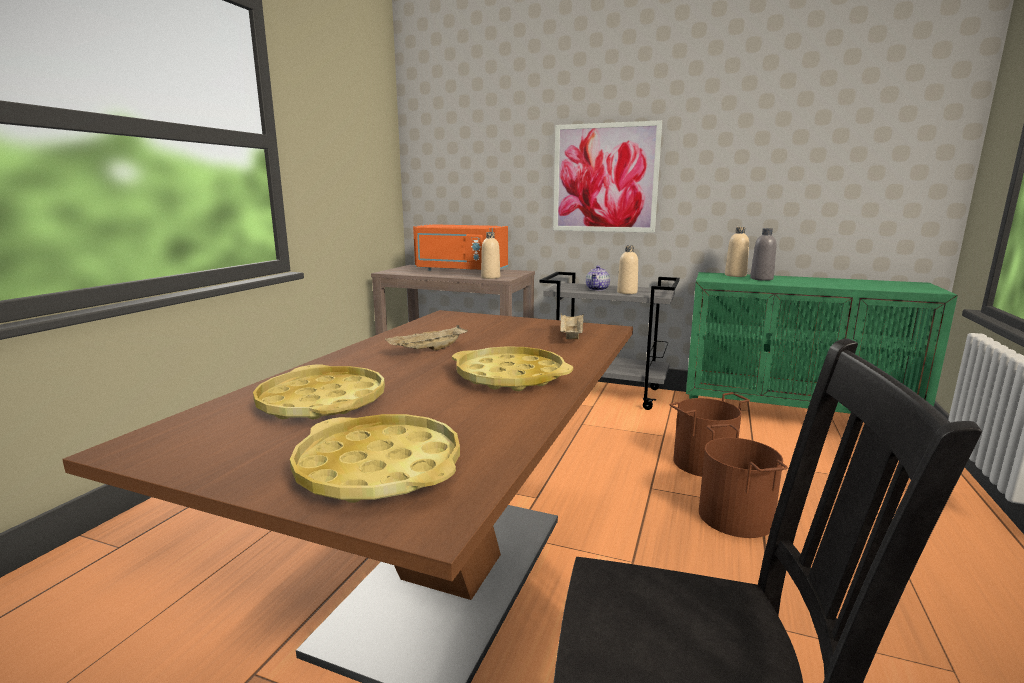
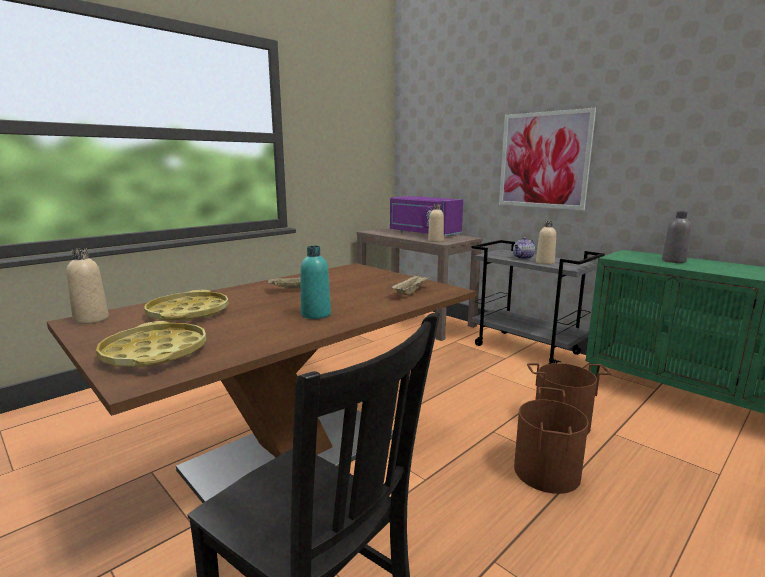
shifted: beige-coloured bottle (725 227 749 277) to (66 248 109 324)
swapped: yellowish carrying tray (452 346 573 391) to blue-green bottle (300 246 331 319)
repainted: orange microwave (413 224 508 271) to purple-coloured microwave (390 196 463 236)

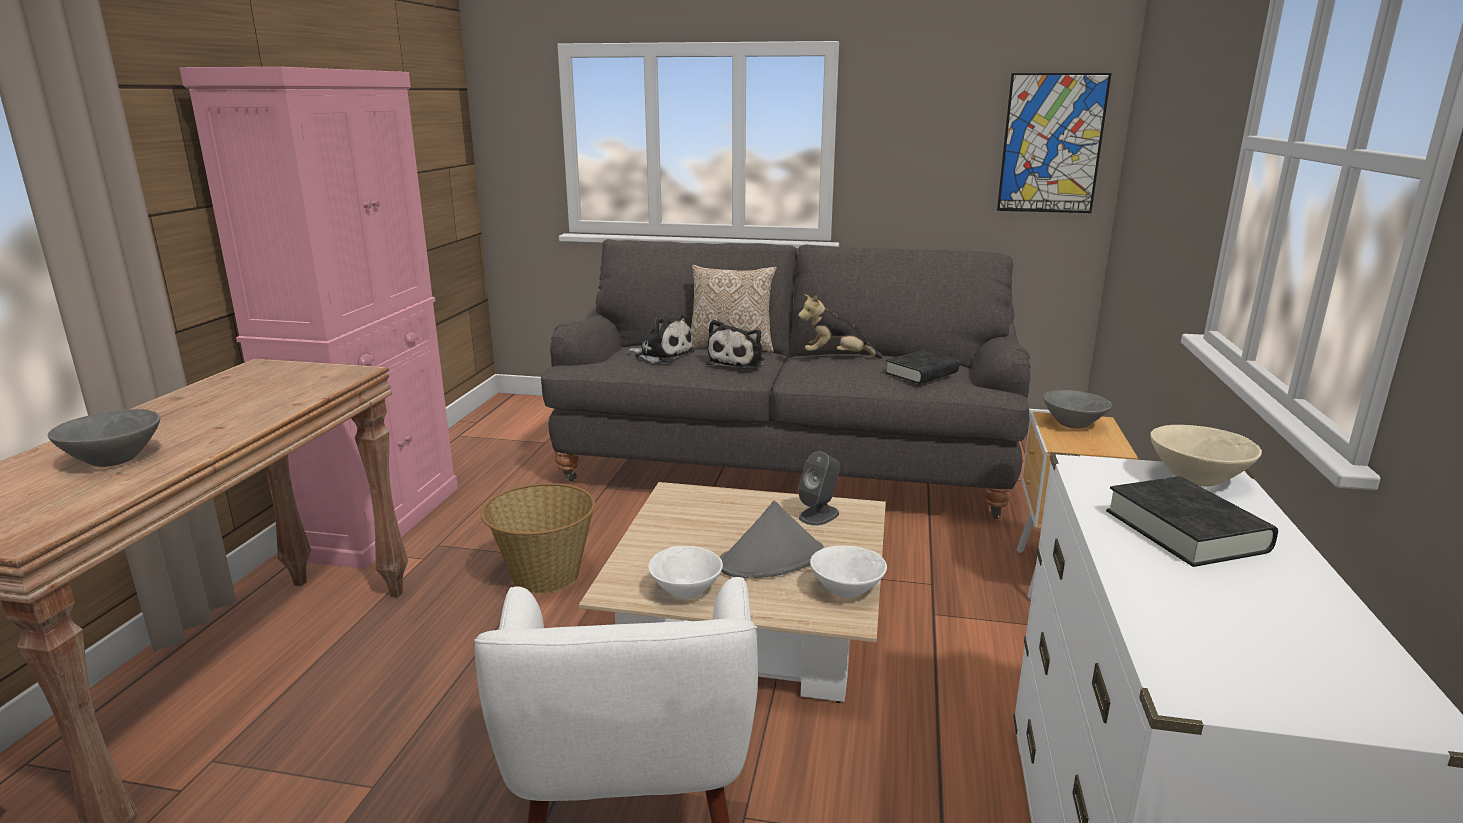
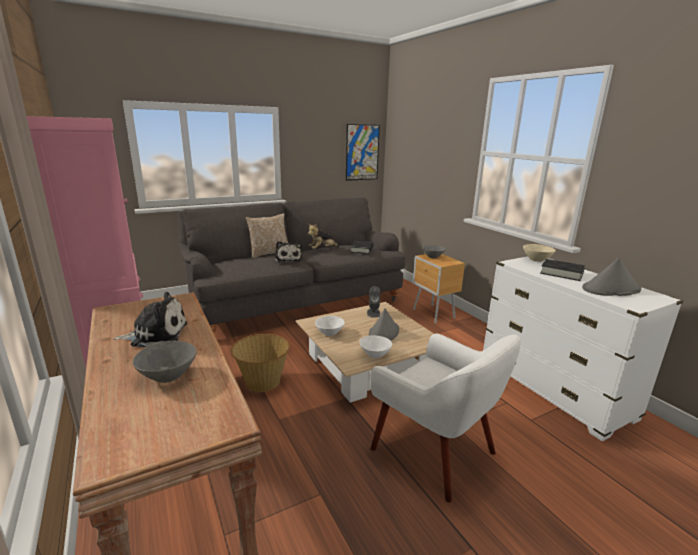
new: greyish clothing hat (582 258 642 296)
shifted: soft toy (628 315 695 363) to (113 292 187 347); white deep dish (810 546 887 598) to (315 316 345 336)

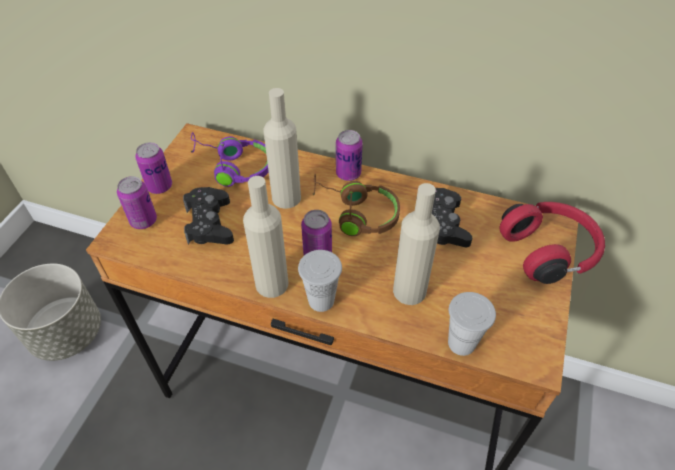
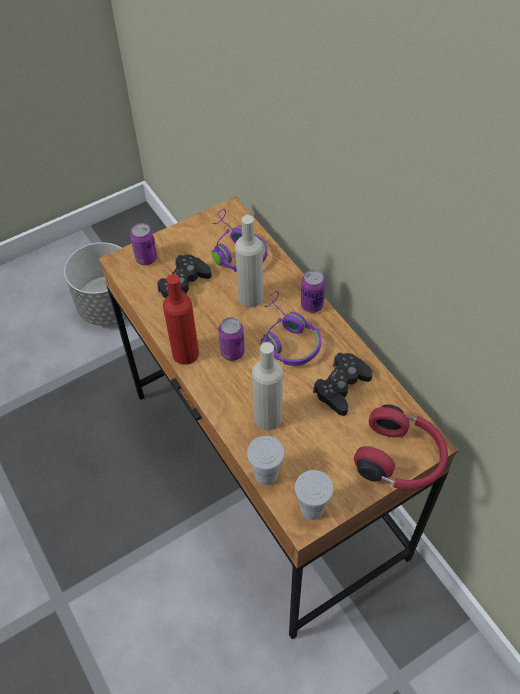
gone: sealed can (135 142 172 194)
shifted: white small cup (298 250 342 312) to (295 470 334 520)
repainted: beige-coloured bottle (243 176 288 298) to red-coloured bottle (163 274 199 365); brownish pair of headphones (312 174 400 236) to purple-coloured pair of headphones (260 291 321 366)

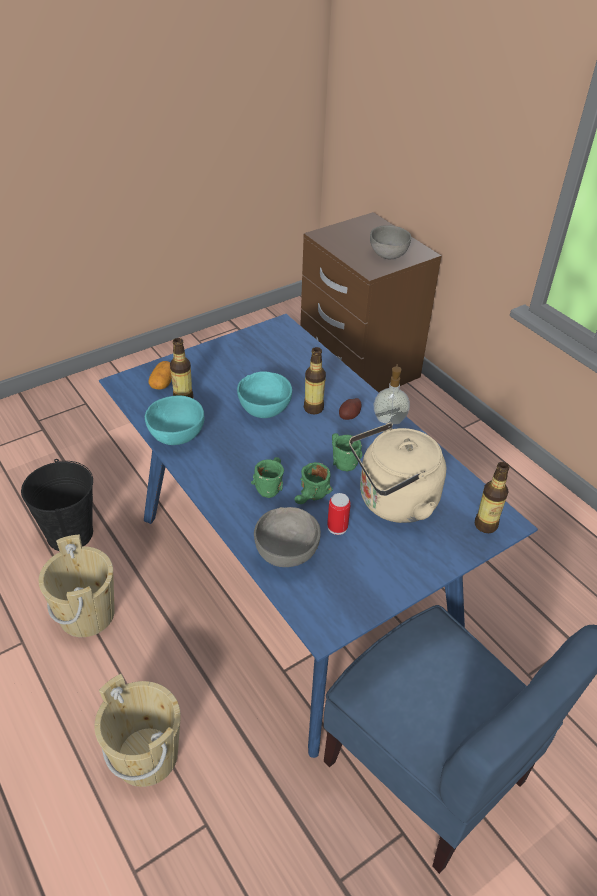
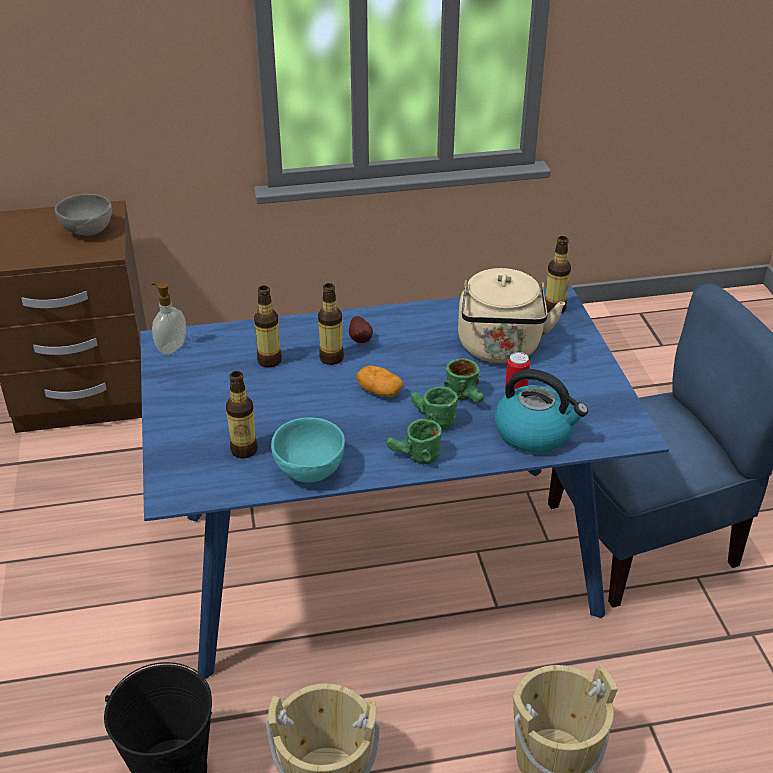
gone: blue-green deep dish (237 371 292 418)
new: bottle (254 286 282 367)
shifted: spud (149 361 172 390) to (356 366 403 397); green tea mug (332 433 362 471) to (386 419 442 464); liquid soap bottle (374 364 410 424) to (151 282 186 354)
swapped: greyish deep dish (254 507 321 567) to kettle (495 369 588 453)

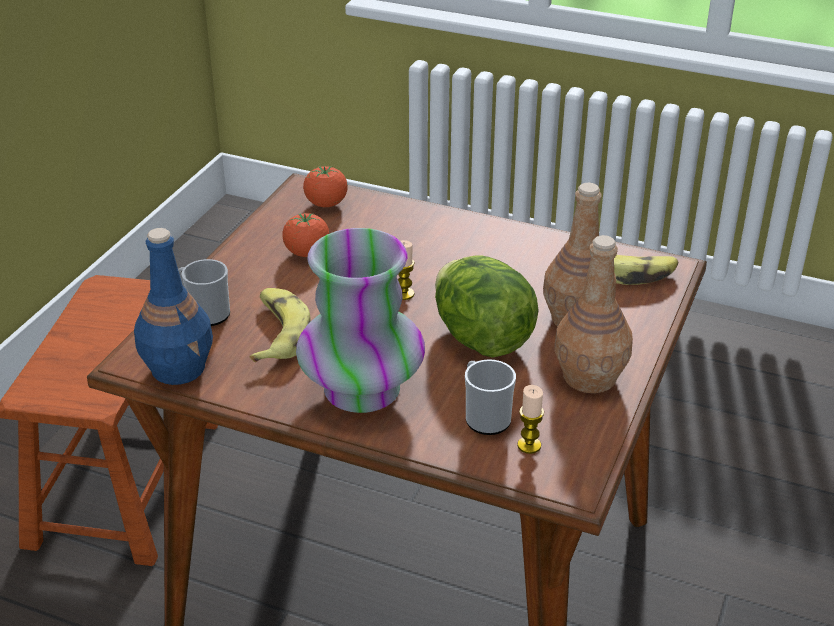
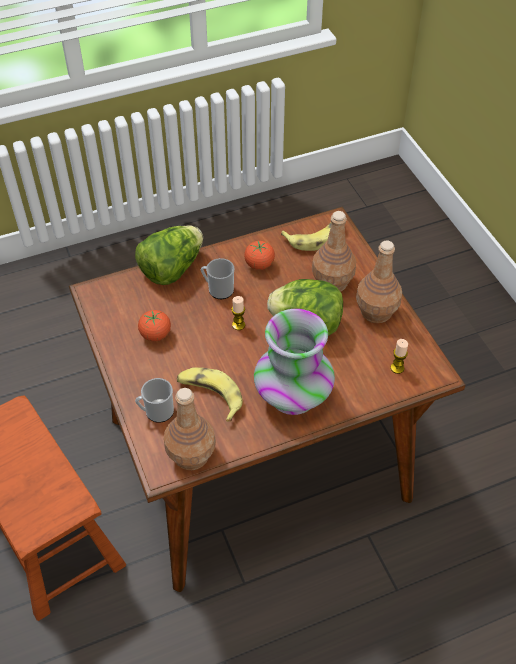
new: lettuce (135 225 203 285)
shifted: whole tomato (303 166 348 207) to (244 241 275 270); tea mug (465 359 516 435) to (201 258 235 299)
repainted: blue-coloured bottle (134 228 213 385) to brownish bottle (164 388 216 470)

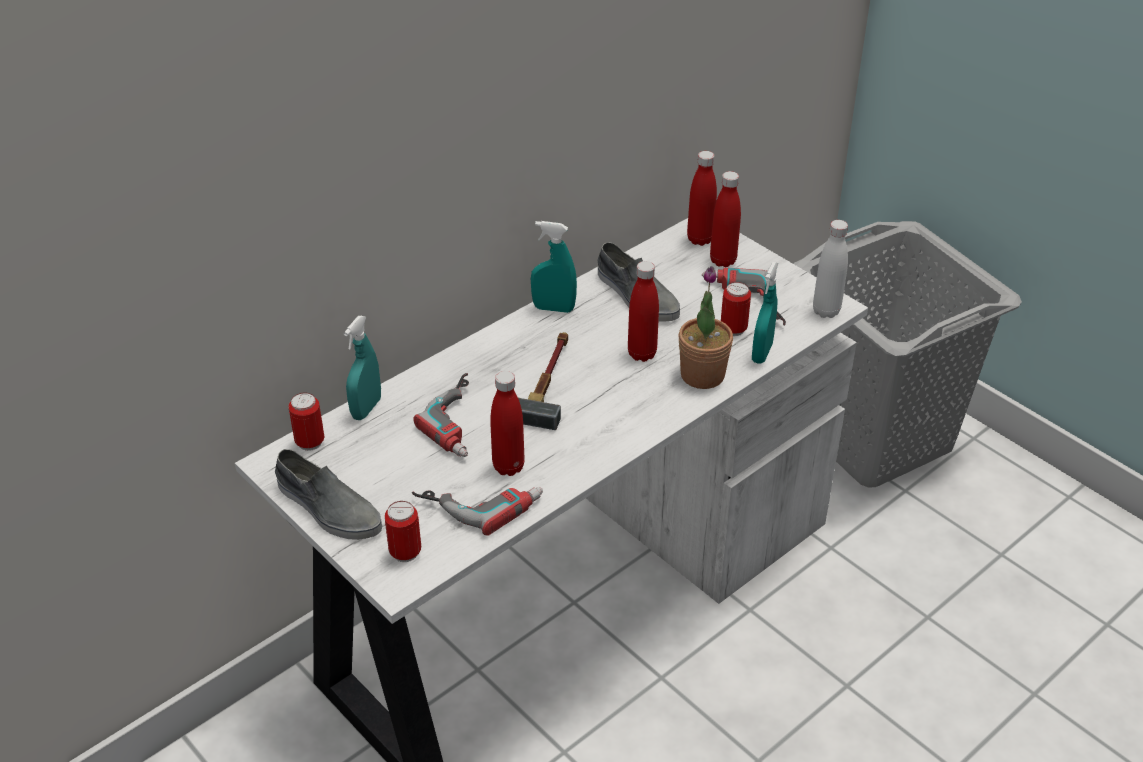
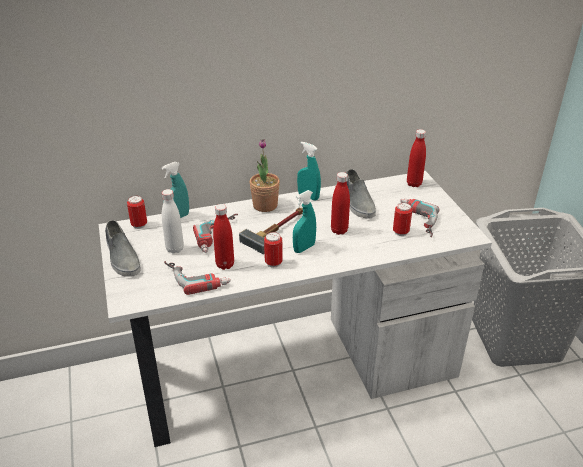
gone: red-coloured bottle (710 171 741 267)
shifted: sealed can (385 501 421 562) to (264 232 283 268); potted plant (678 266 733 389) to (250 139 280 212); blue-green spray bottle (752 262 778 364) to (293 190 316 253); white bottle (813 220 848 318) to (162 189 184 254)

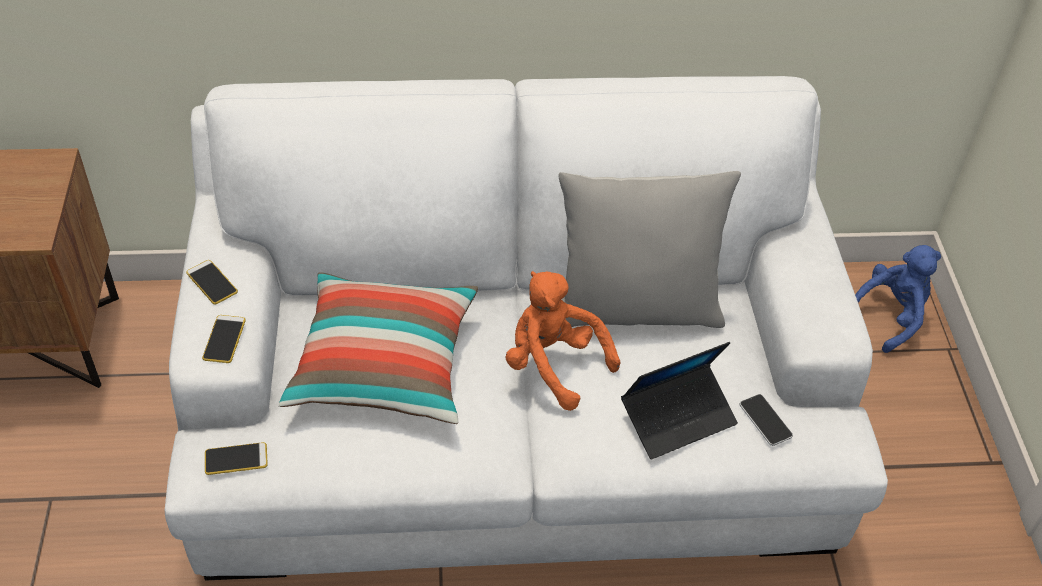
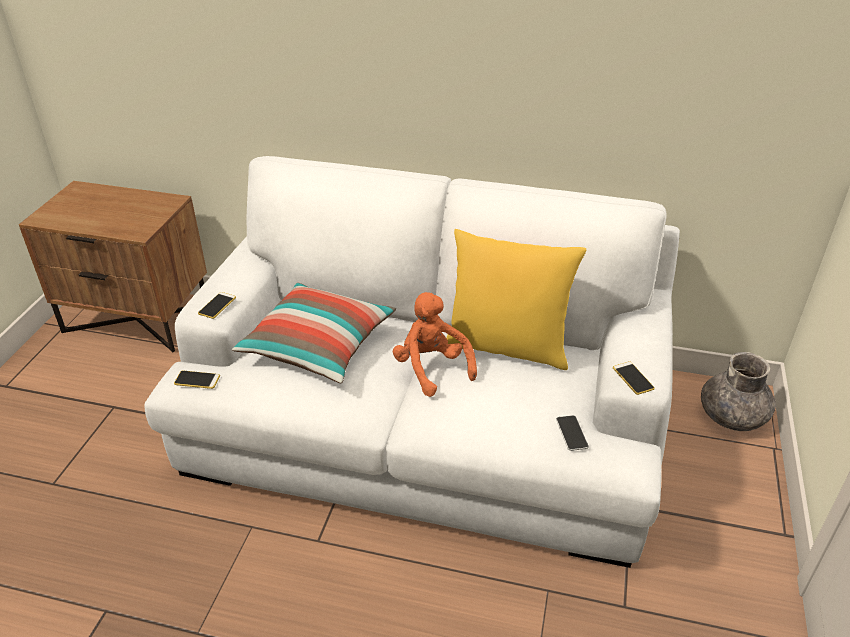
gone: portable computer (621 342 738 459)
shifted: telephone (186 260 238 304) to (613 361 655 395)
swapped: blue-coloured soft toy (855 245 941 353) to greyish vase (701 352 776 431)
repainted: greyish throw pillow (558 171 741 328) to yellowish throw pillow (446 229 586 370)

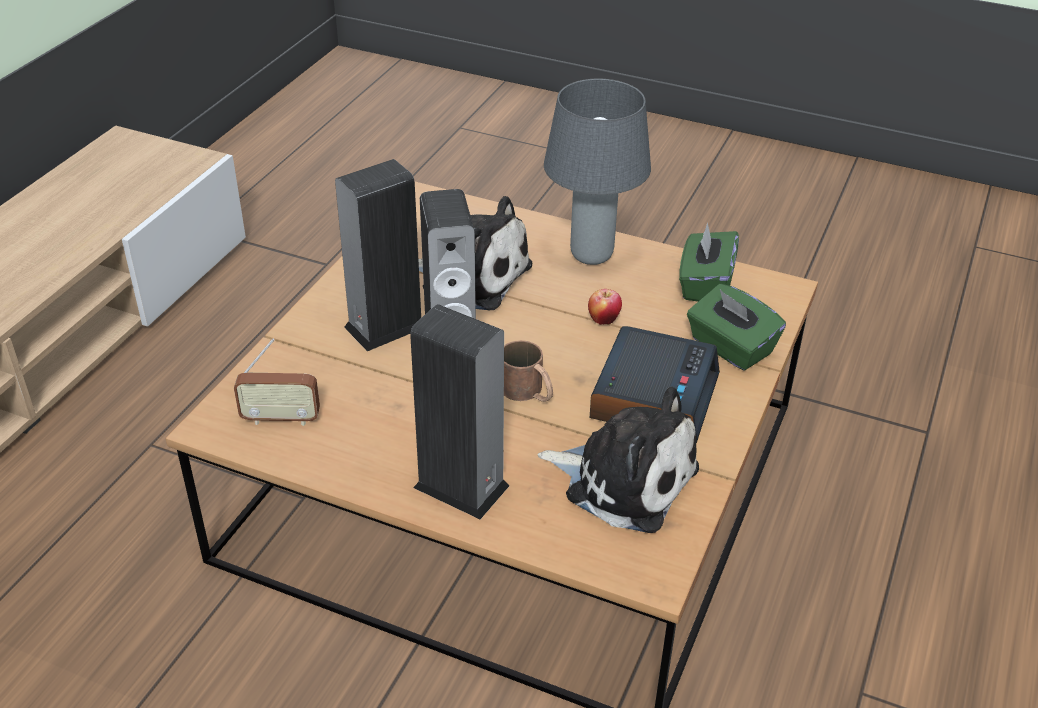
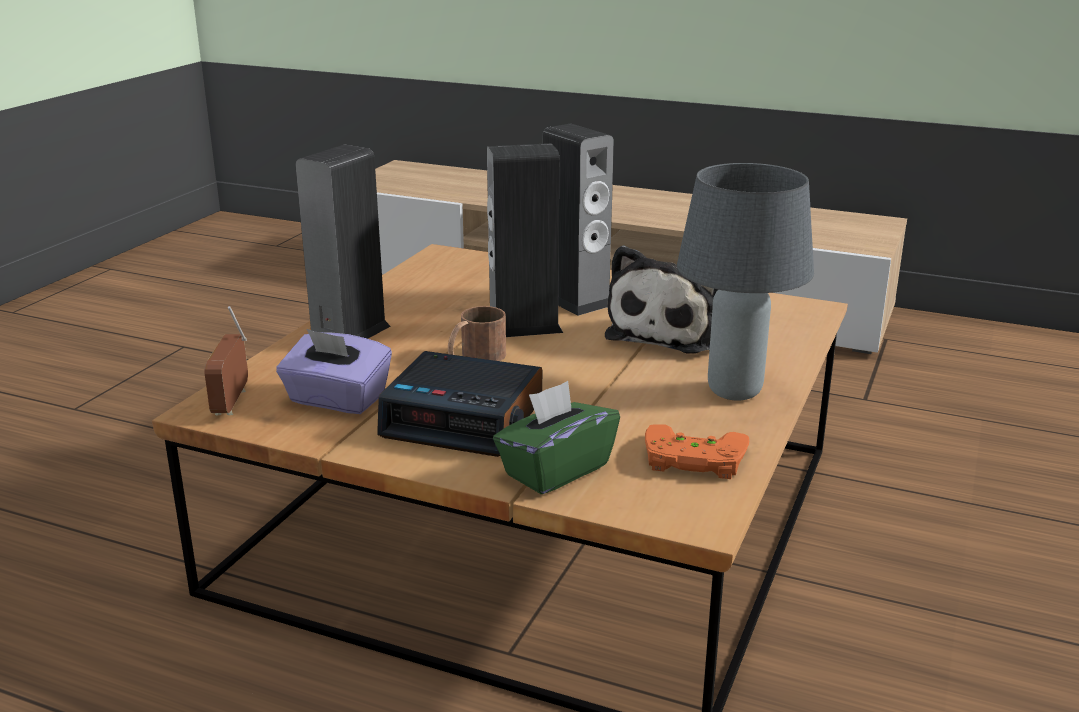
gone: apple fruit (588 289 622 325)
shifted: radio receiver (234 339 320 426) to (205 306 248 416)
swapped: soft toy (538 386 699 533) to purple-coloured tissue holder (276 329 392 414); green tissue holder (679 222 739 302) to orange game controller (645 424 749 479)

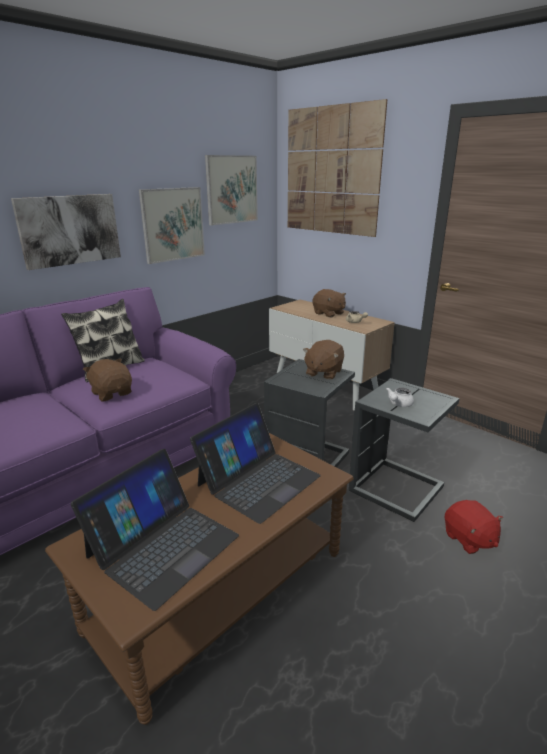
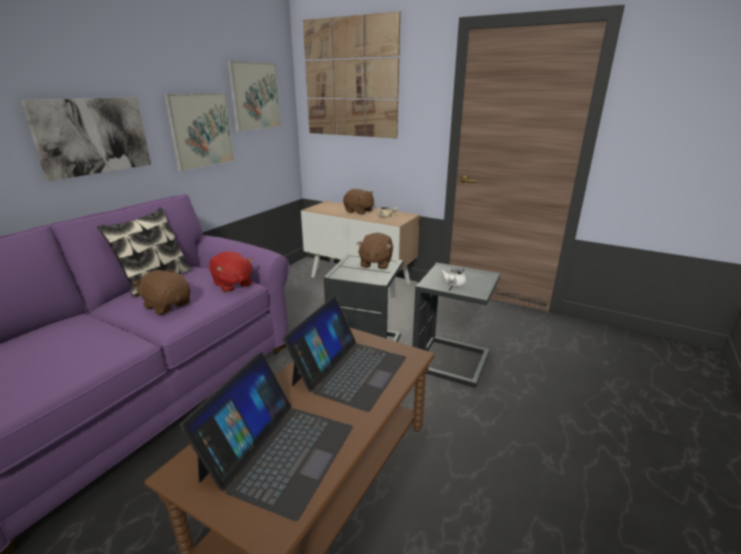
shifted: red-coloured soft toy (444 500 503 554) to (209 251 253 292)

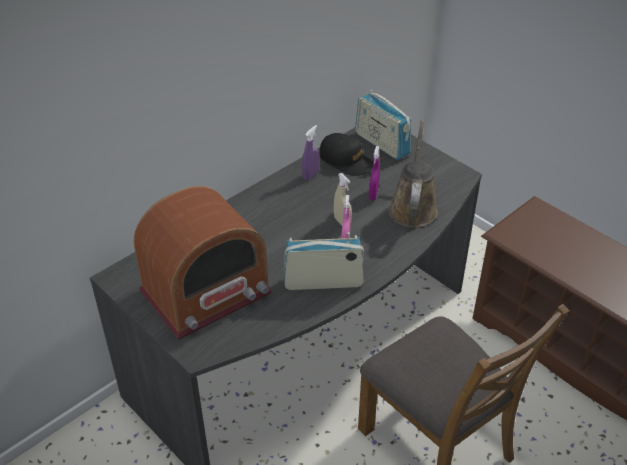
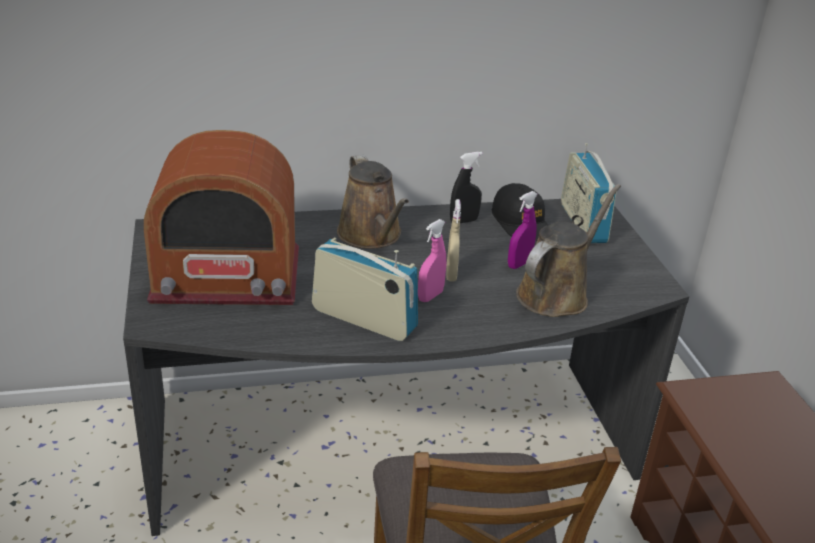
new: brownish watering can (337 154 409 249)
repainted: purple-coloured spray bottle (302 125 320 180) to blackish spray bottle (450 152 483 223)

